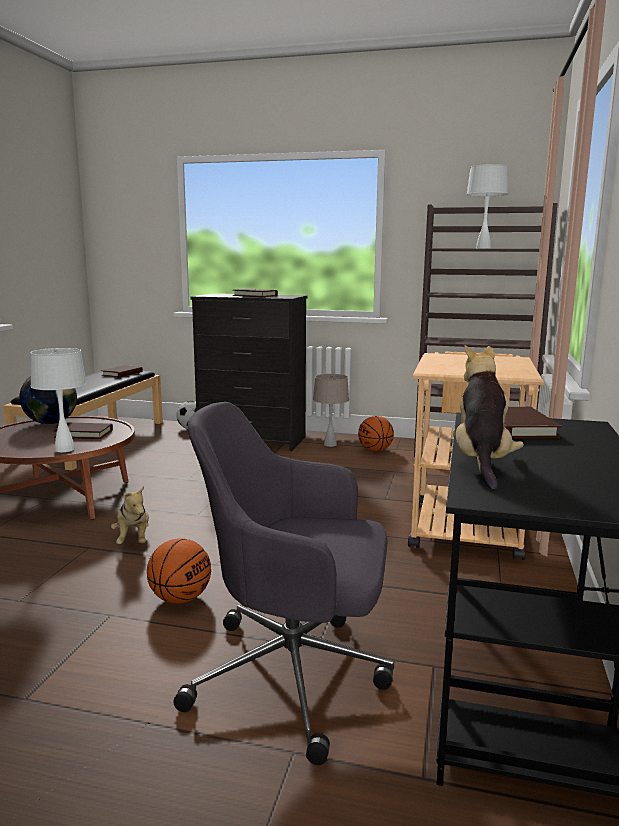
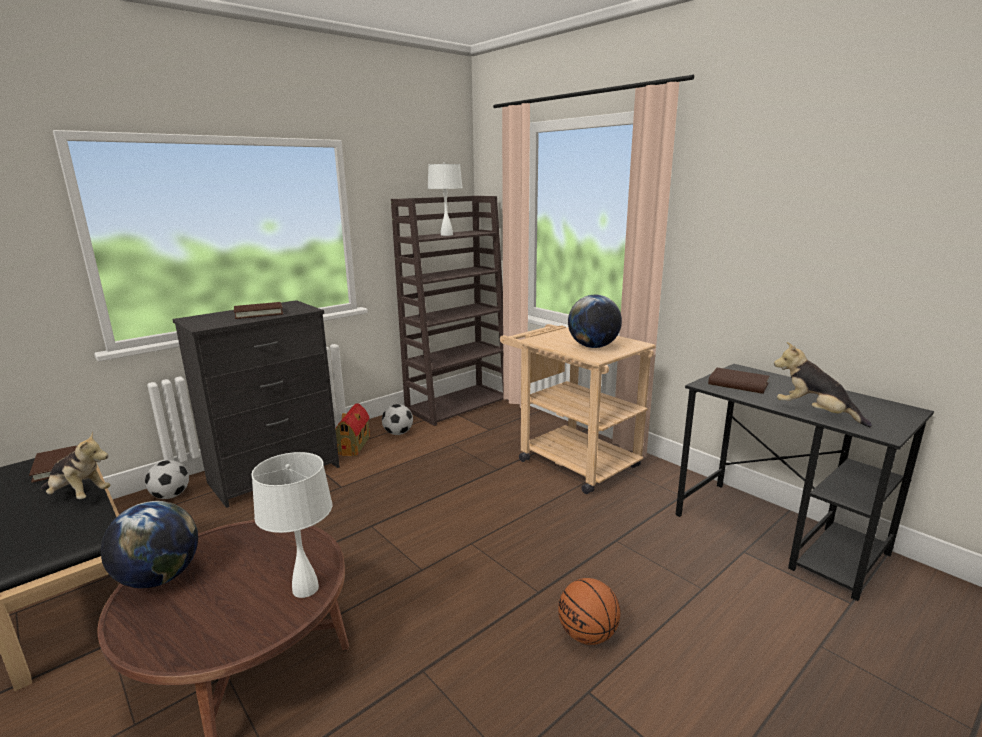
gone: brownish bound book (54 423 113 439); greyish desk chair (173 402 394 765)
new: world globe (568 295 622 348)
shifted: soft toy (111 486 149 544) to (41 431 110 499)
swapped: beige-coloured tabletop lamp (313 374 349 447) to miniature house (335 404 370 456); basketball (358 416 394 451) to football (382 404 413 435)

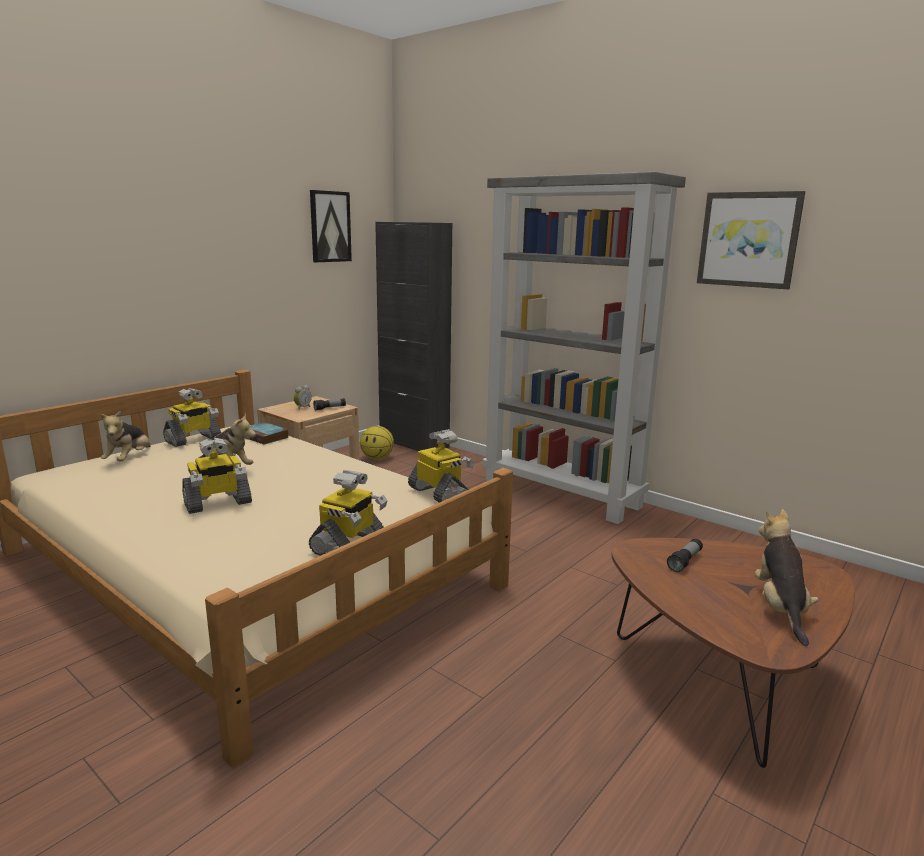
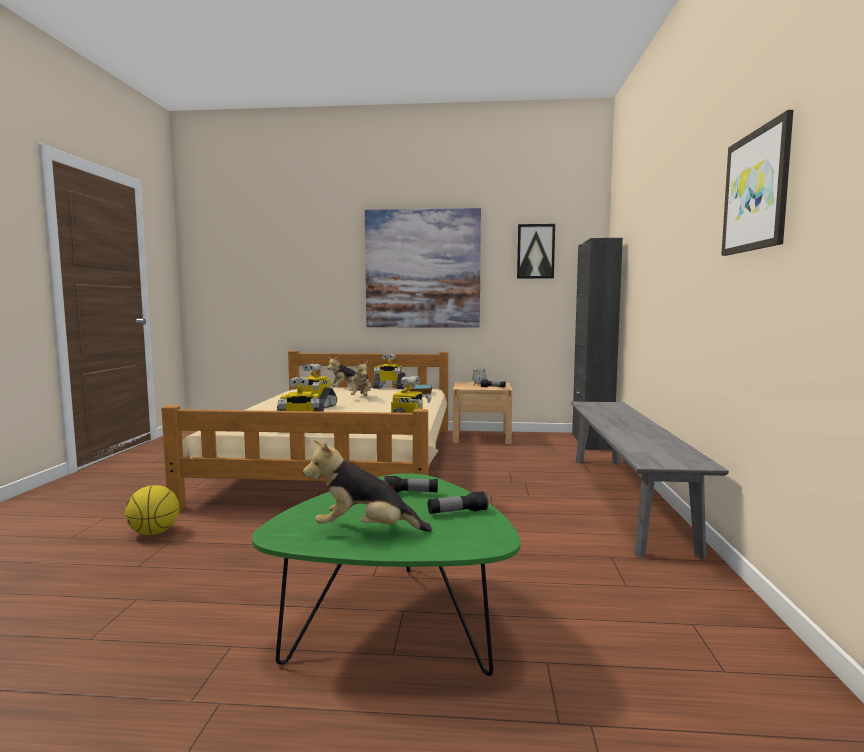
new: picture (365 208 481 328); hand torch (428 491 488 514)
shifted: basketball (360 426 394 459) to (125 485 179 535)
swapped: greyish shelving unit (483 172 686 524) to greyish long seat (571 402 729 560)
repainted: brownish coffee table (611 538 855 768) to green coffee table (252 473 520 676)
rotated: soft toy (755 509 819 646) = (303 440 432 532) 150 degrees counterclockwise

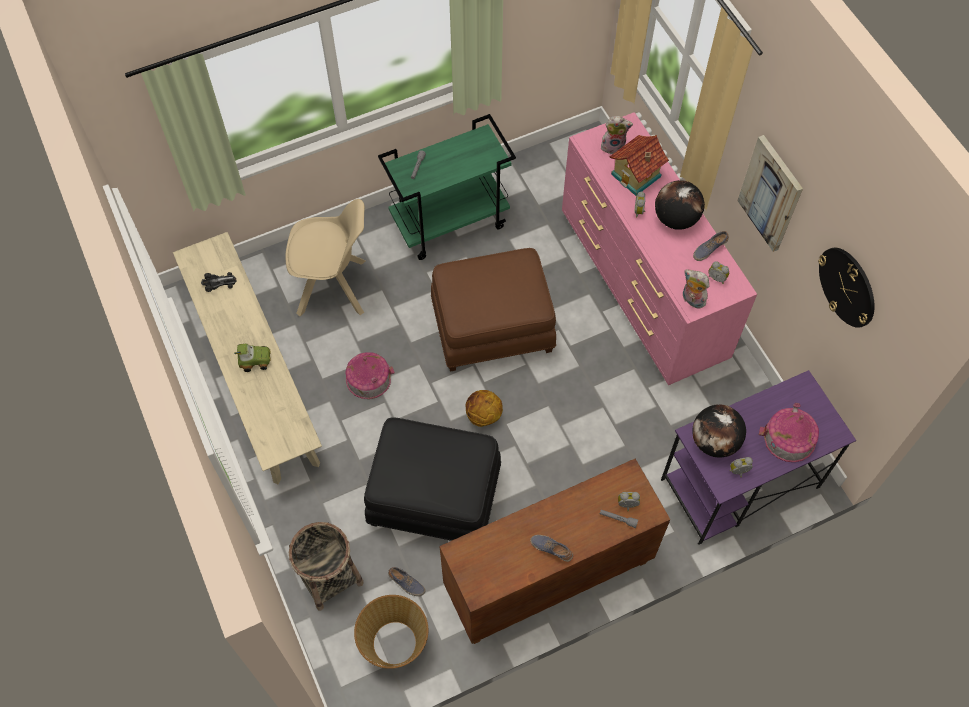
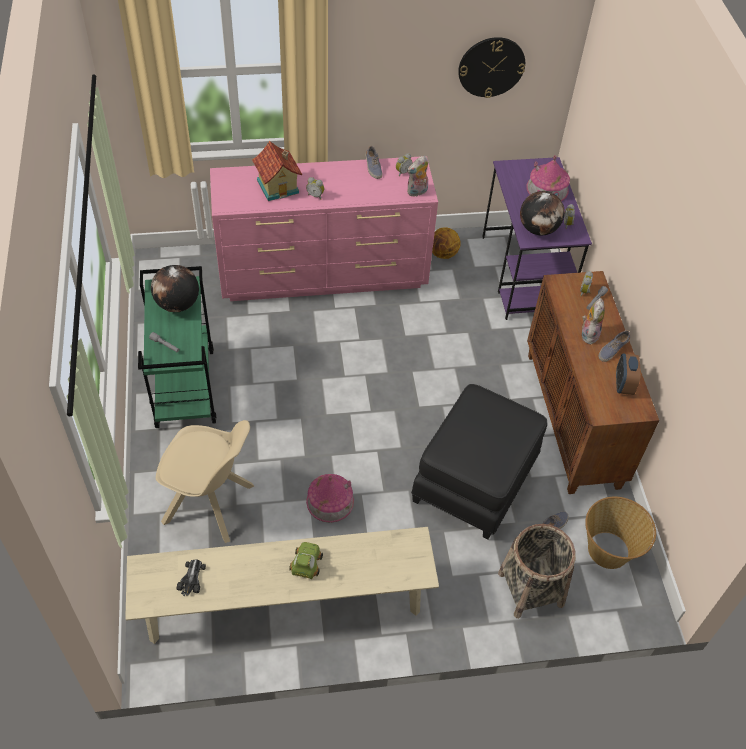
gone: brownish pouffe (431 248 556 372); picture (737 135 803 252)
new: bedside clock (616 353 641 395)
shifted: basketball (465 390 503 427) to (432 228 460 259); soft toy (601 116 633 154) to (582 298 605 345); world globe (655 180 705 230) to (151 265 199 312)
rotated: beige-coloured chair (285 199 365 316) = (156 420 254 543) 90 degrees clockwise

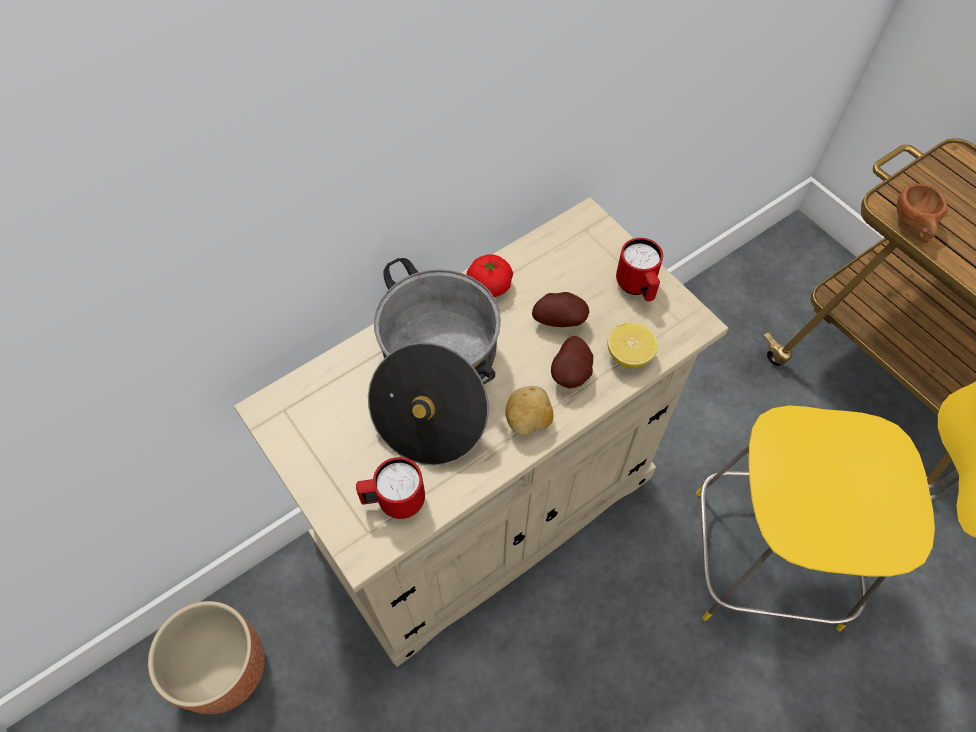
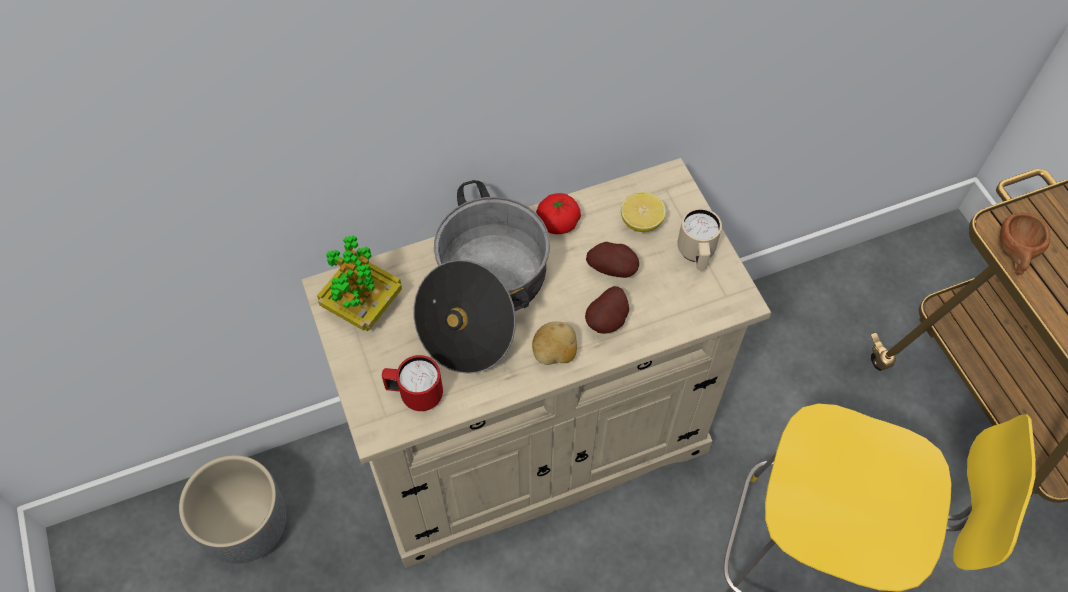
new: potted plant (317 235 402 332)
shifted: citrus fruit (608 322 658 368) to (621 192 666 232)
repainted: brownish plant pot (148 601 265 714) to greyish plant pot (179 455 287 564); red-coloured tea mug (616 238 663 301) to beige-coloured tea mug (677 208 722 270)

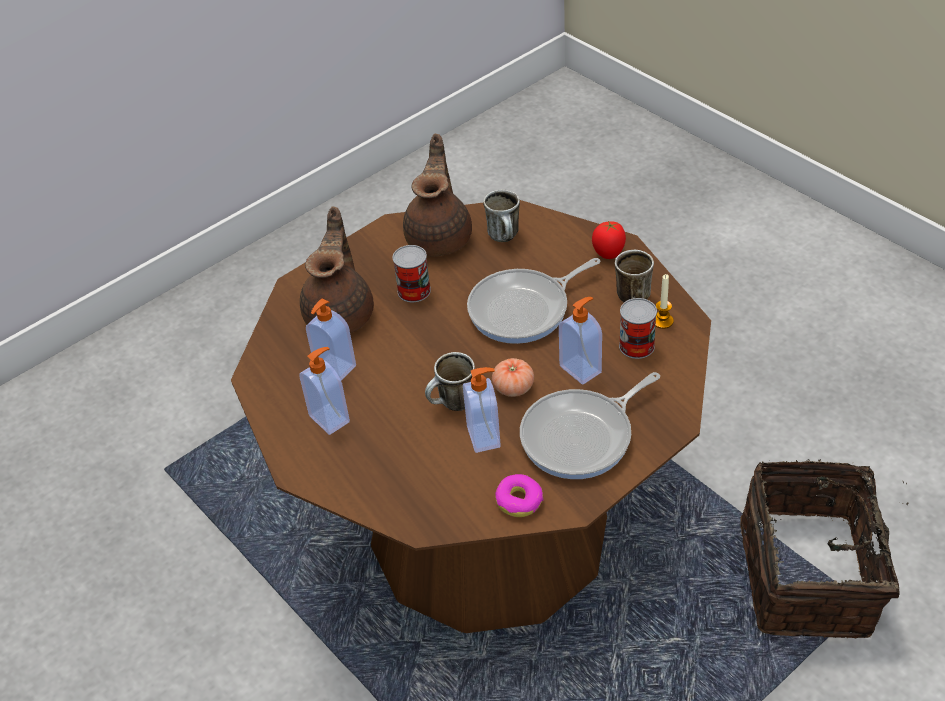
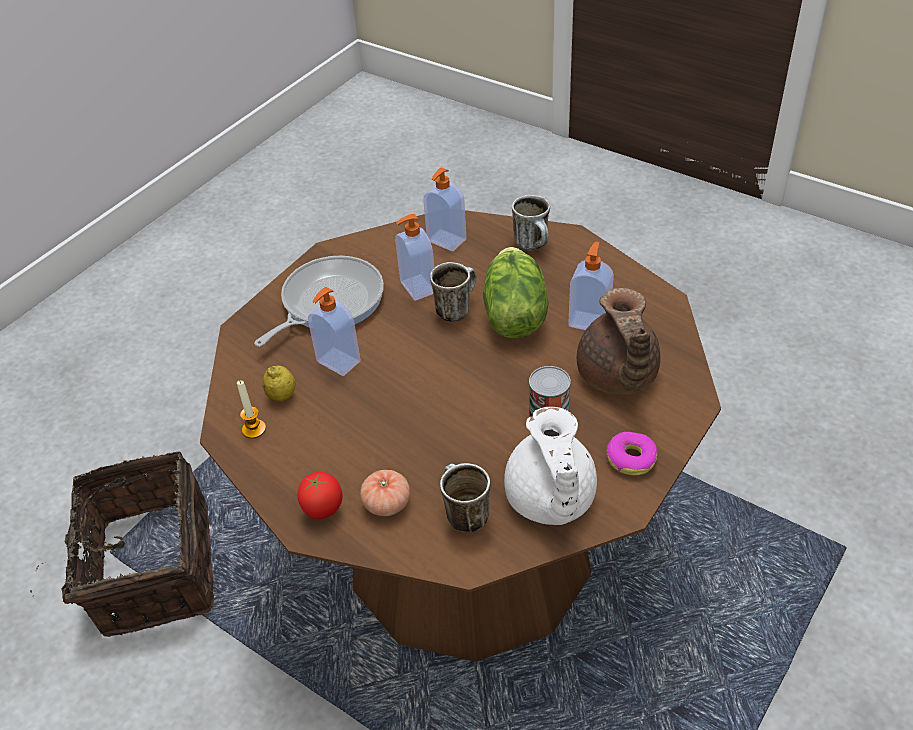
gone: skillet (467 258 601 344)
new: lettuce (483 247 548 338)
shifted: liquid soap bottle (299 347 350 435) to (423 167 467 251); whole tomato (492 358 534 397) to (360 470 410 516); ring doughnut (495 474 544 517) to (606 432 658 476); tea mug (615 250 654 303) to (512 195 550 251)
swapped: sealed can (619 298 657 359) to citrus fruit (262 366 295 402)
repainted: brownish pot for tea (403 134 472 257) to white pot for tea (504 407 597 525)

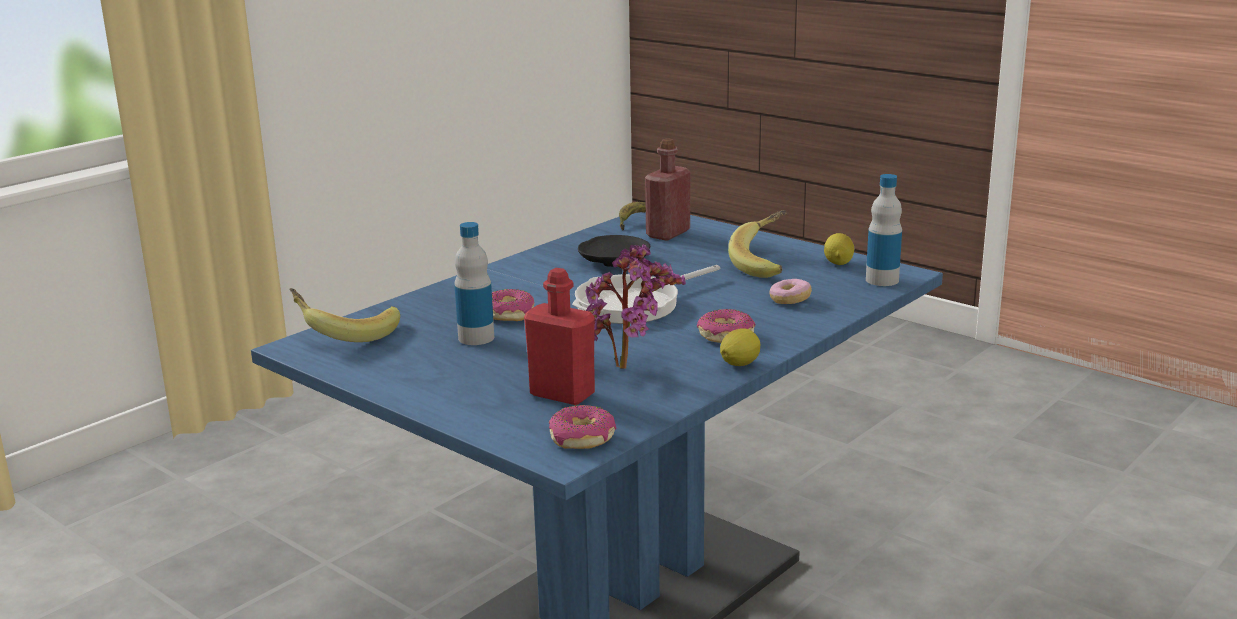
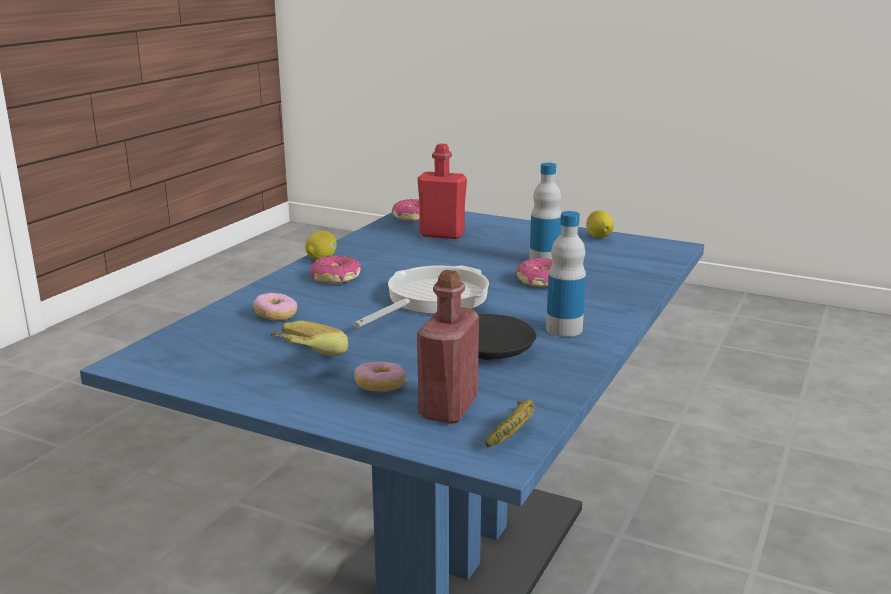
gone: whole banana (289 288 400 342); potted plant (585 244 686 369)
new: ring doughnut (354 362 406 392)
shifted: citrus fruit (824 233 855 265) to (586 210 614 238); bottle (866 174 902 286) to (546 211 586 337)

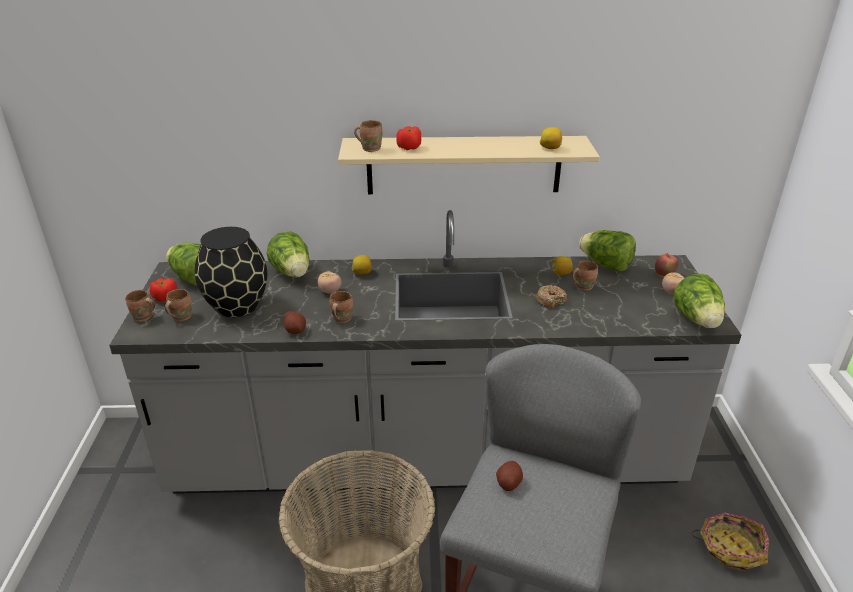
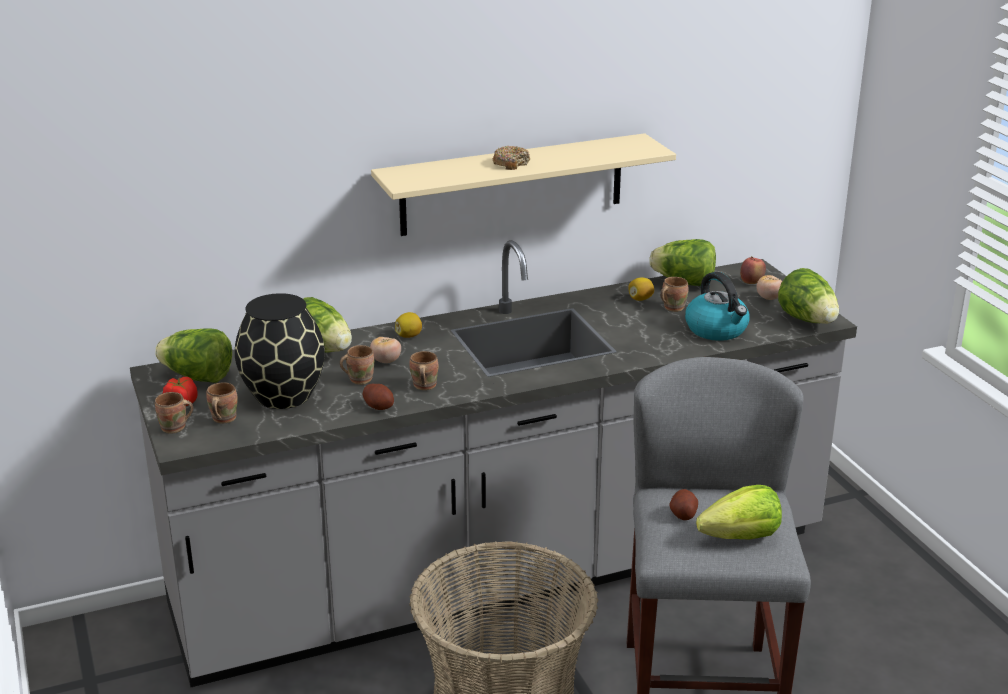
gone: whole tomato (396 126 421 150); citrus fruit (540 127 562 149); storage basket (692 513 769 571)
new: kettle (685 272 749 341); lettuce (696 485 782 540)
shifted: brownish tea mug (354 120 383 152) to (340 345 374 385); ring doughnut (536 285 567 308) to (493 146 530 170)

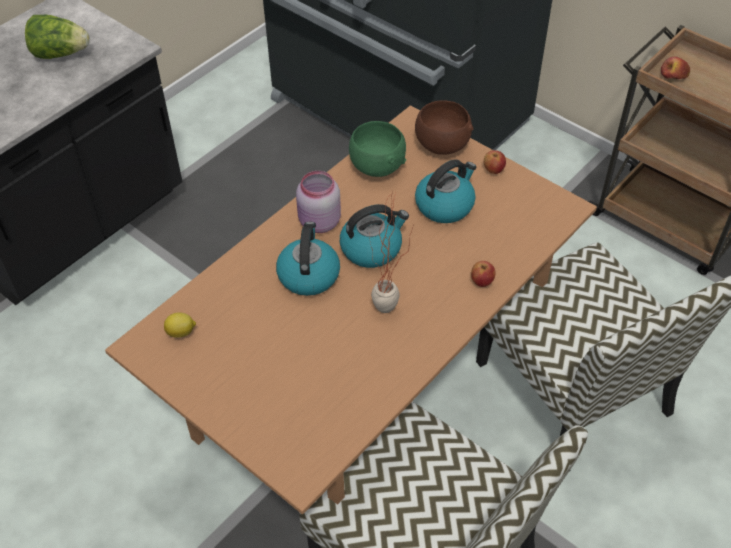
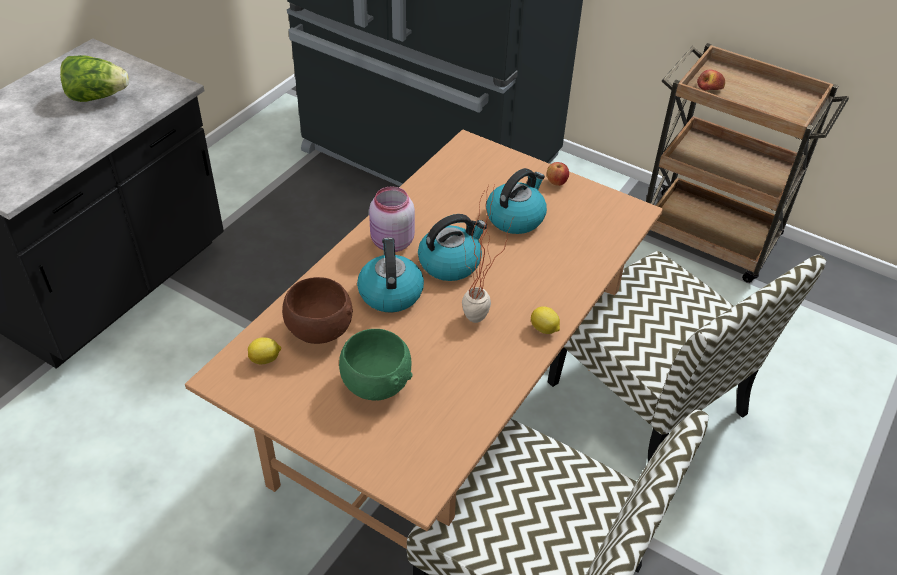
gone: apple fruit (471 261 496 287)
new: citrus fruit (531 306 560 334)
shifted: green deep dish (349 121 406 177) to (339 329 413 400); brownish deep dish (415 100 473 155) to (282 277 353 344)

